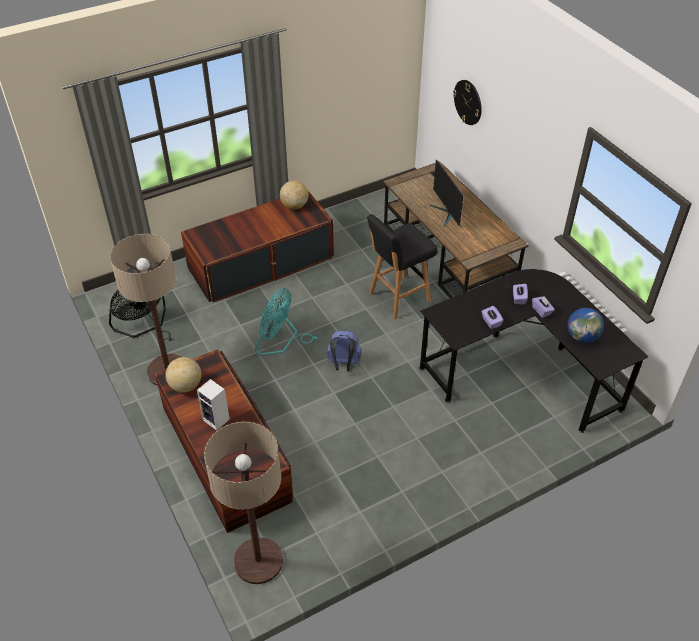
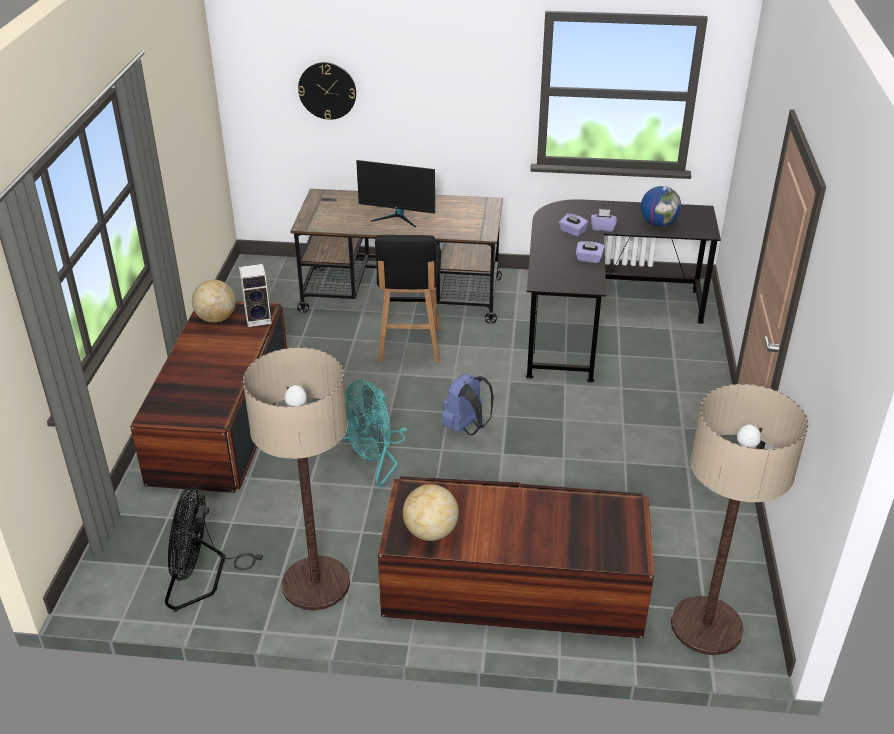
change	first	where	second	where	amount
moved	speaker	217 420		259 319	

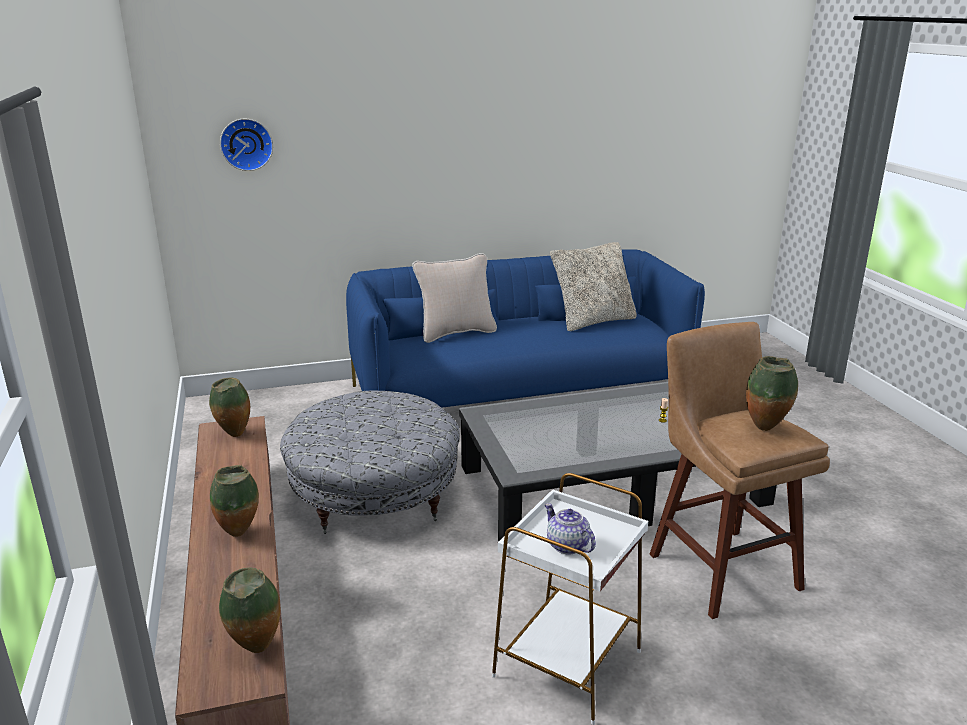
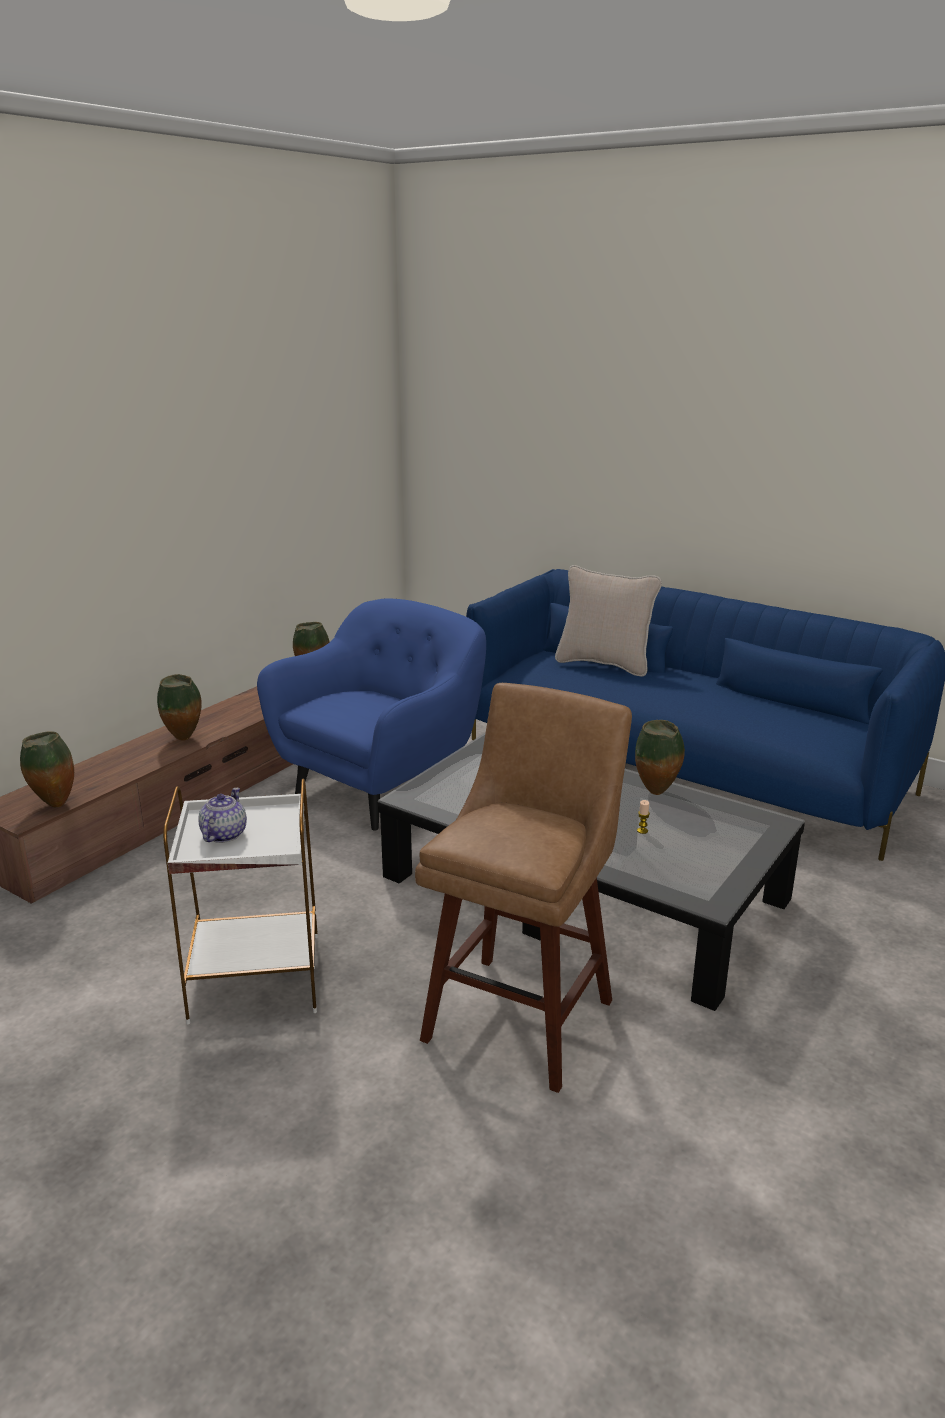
change	first	where	second	where	amount
replaced	grey ottoman	375 496	blue armchair	382 785	
moved	vase	766 429		656 793	
removed	wall clock	246 144			
removed	beige pillow	593 319			

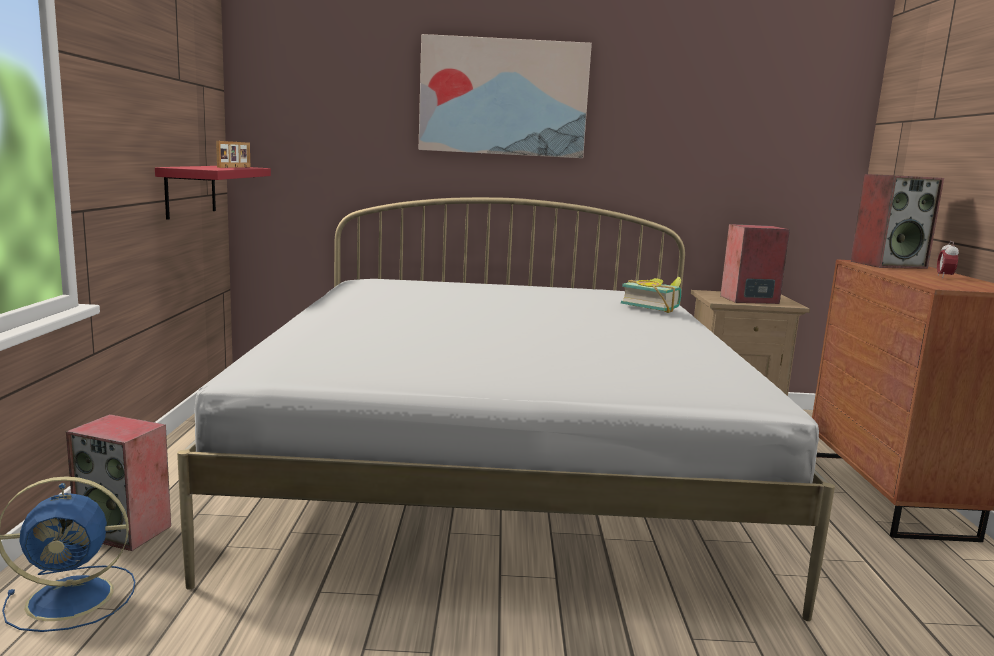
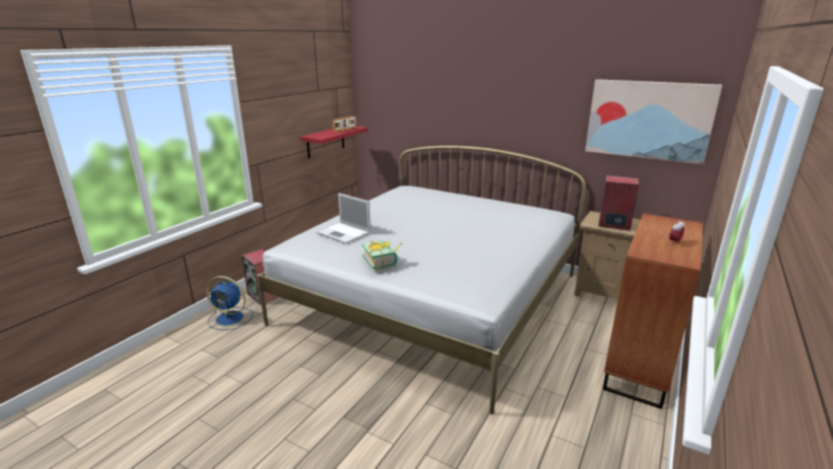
change	first	where	second	where	amount
added			laptop	344 233	
moved	book	652 307		383 261	
moved	picture	503 97		648 120	
removed	speaker	888 265			

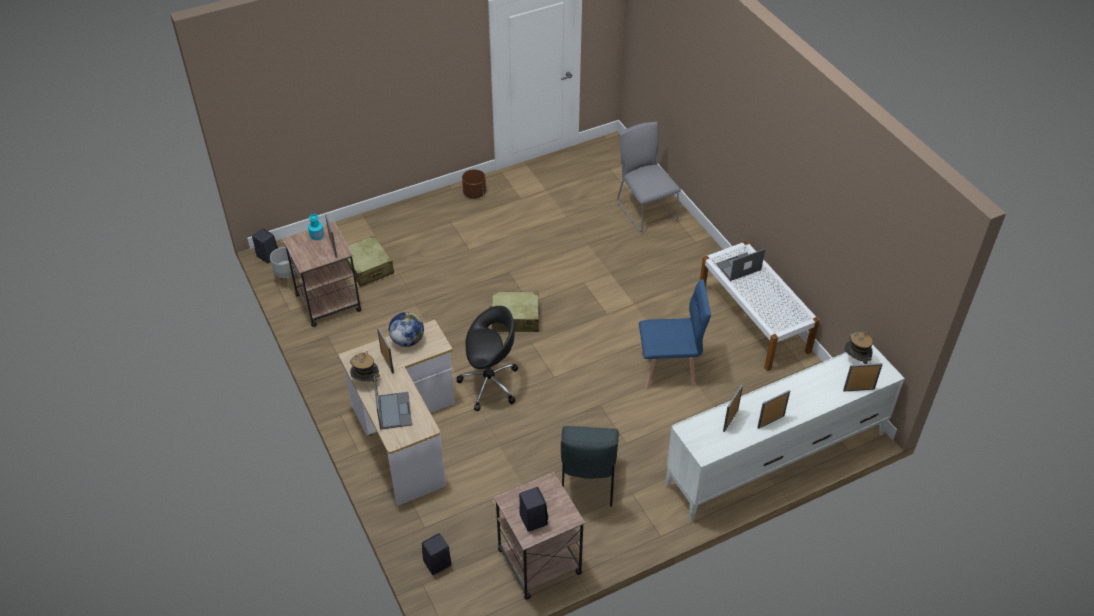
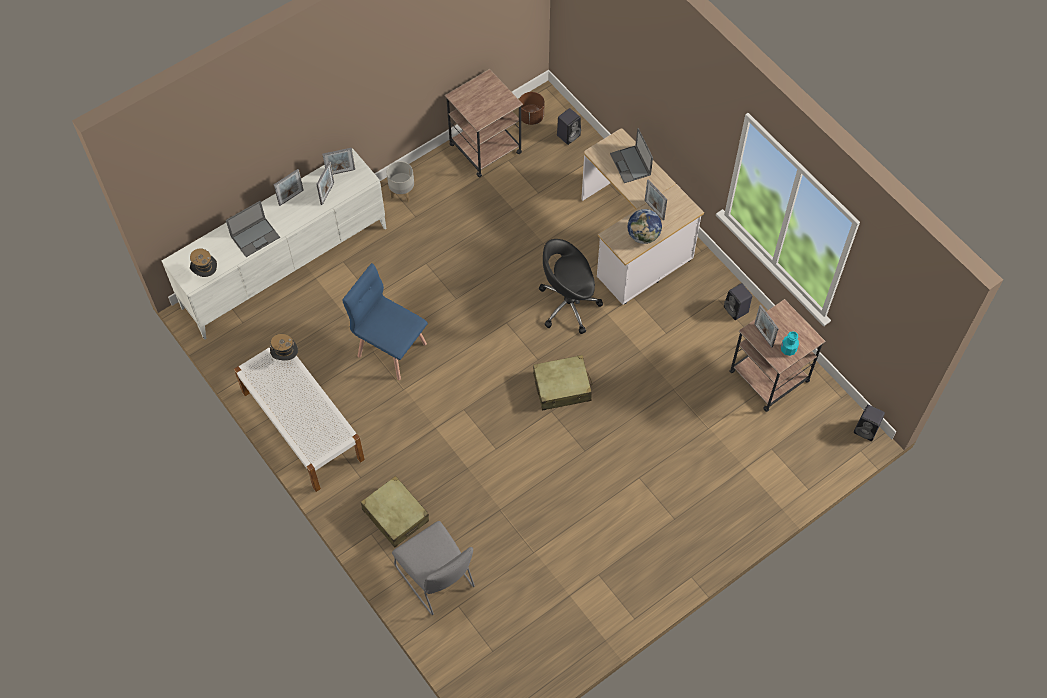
change	first	where	second	where	amount
moved	laptop	738 267		255 236	
moved	hat	366 381		285 356	
moved	picture frame	858 389		340 172	
turned	blue chair	668 369		391 349	45 degrees clockwise
moved	beige suitcase	368 268		395 515	
moved	grey planter	288 280		402 192	
moved	brown planter	474 193		531 117	
moved	black speaker	532 519		736 310	
removed	grey chair	587 483			

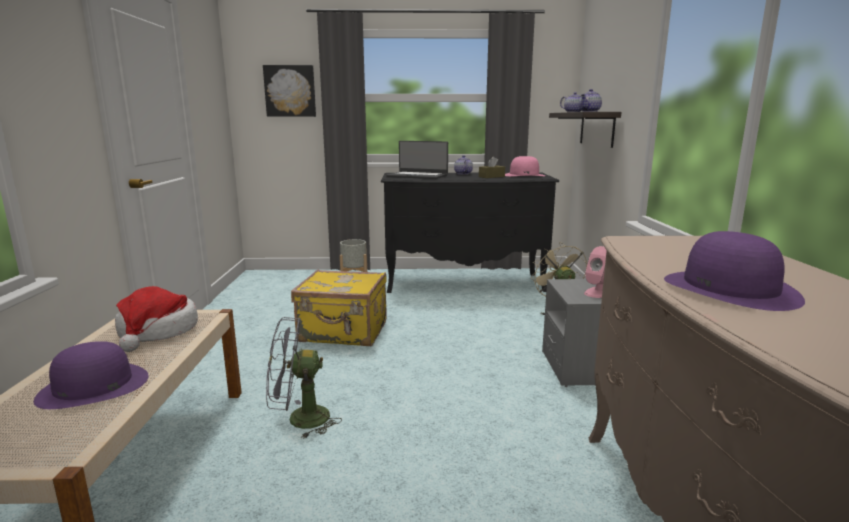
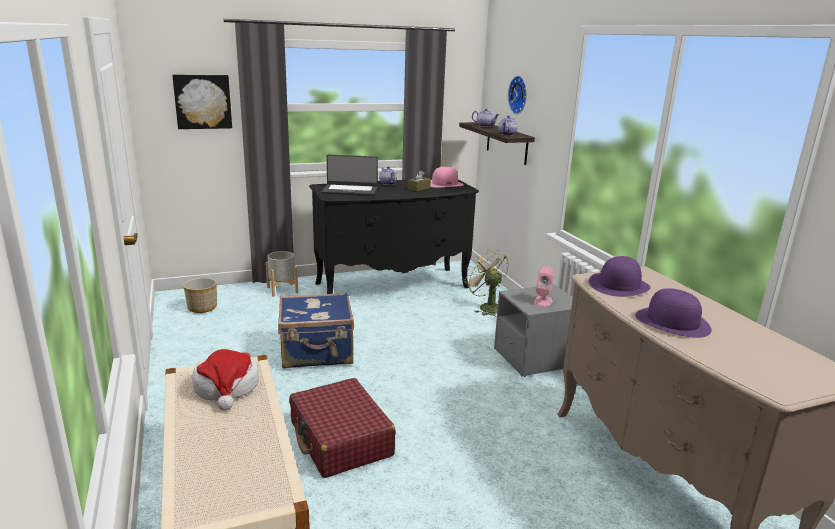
change	first	where	second	where	amount
added			planter	202 307	
recoloured	yellow suitcase	343 332	blue suitcase	317 353	
replaced	grey fan	299 420	red suitcase	340 439	
added			wall clock	519 95	
moved	purple hat	93 387		619 285	

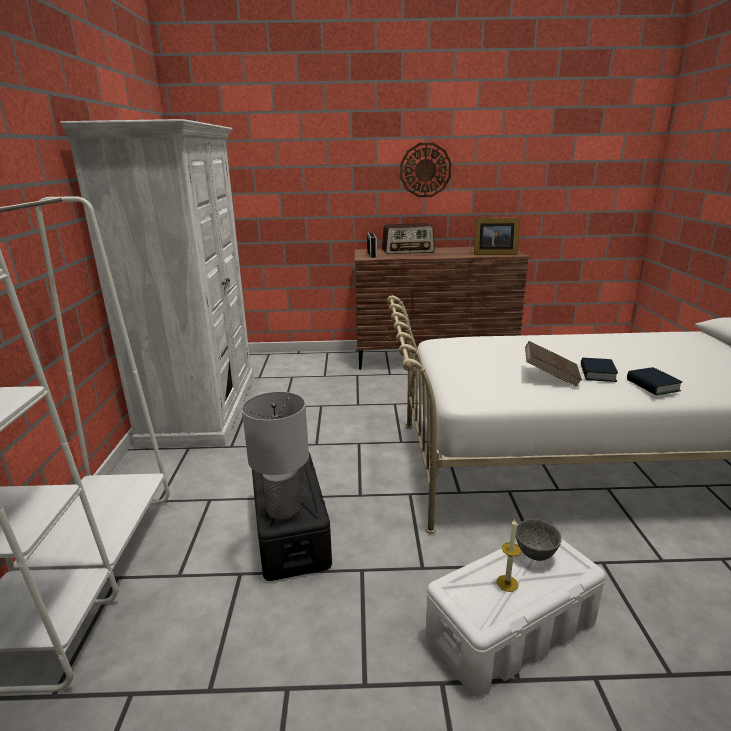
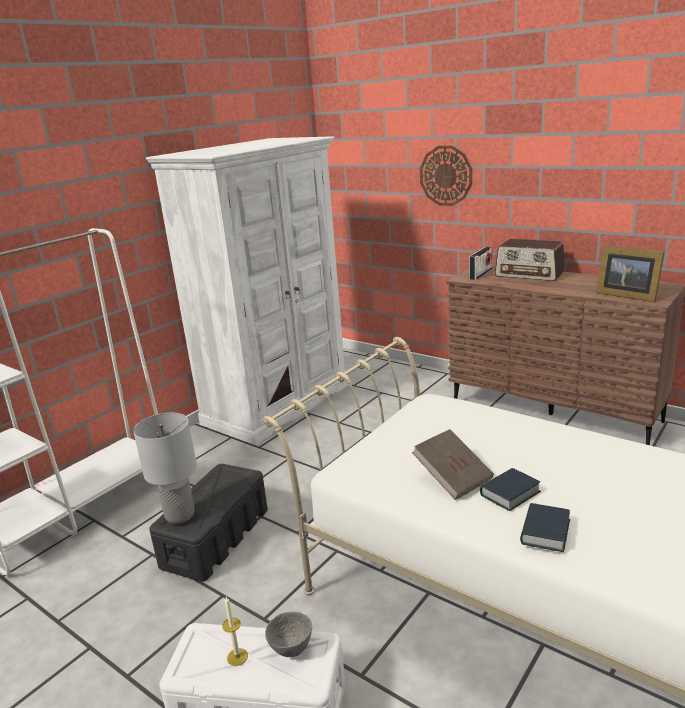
change	first	where	second	where	amount
moved	wall clock	425 170		446 176	

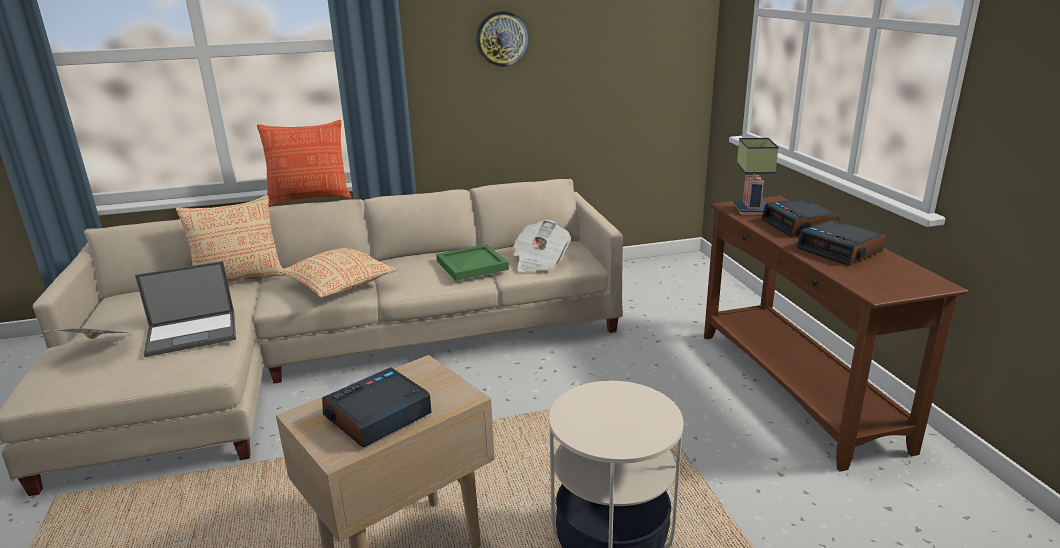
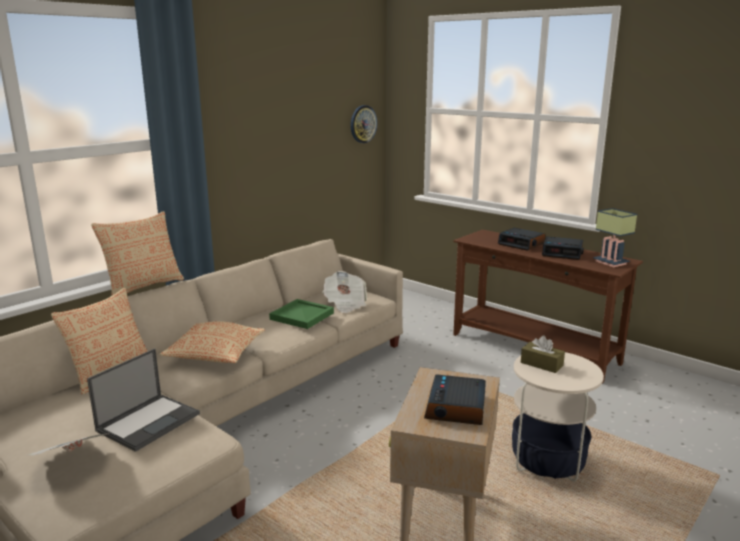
change	first	where	second	where	amount
recoloured	orange pillow	310 199	beige pillow	144 287	
moved	wall clock	502 39		363 124	
added			brown tissue box	541 364	
moved	table lamp	749 209		608 262	

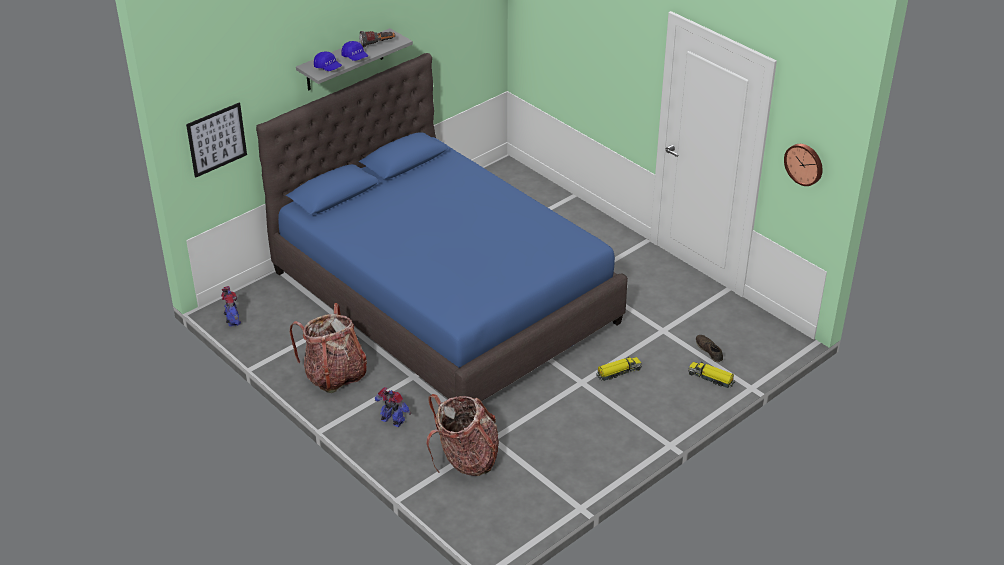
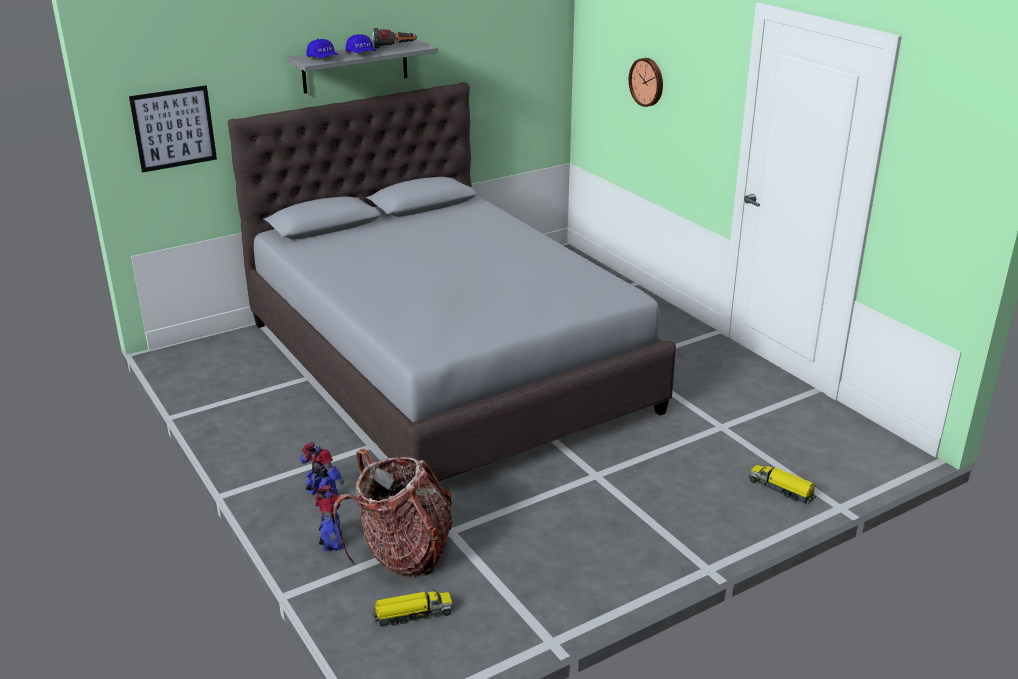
change	first	where	second	where	amount
recoloured	blue bed	444 296	grey bed	446 365	
moved	toy robot	232 320		331 541	
moved	toy truck	618 372		412 614	
moved	wall clock	804 163		647 82	
removed	backpack	334 375			
removed	brown shoe	709 350			

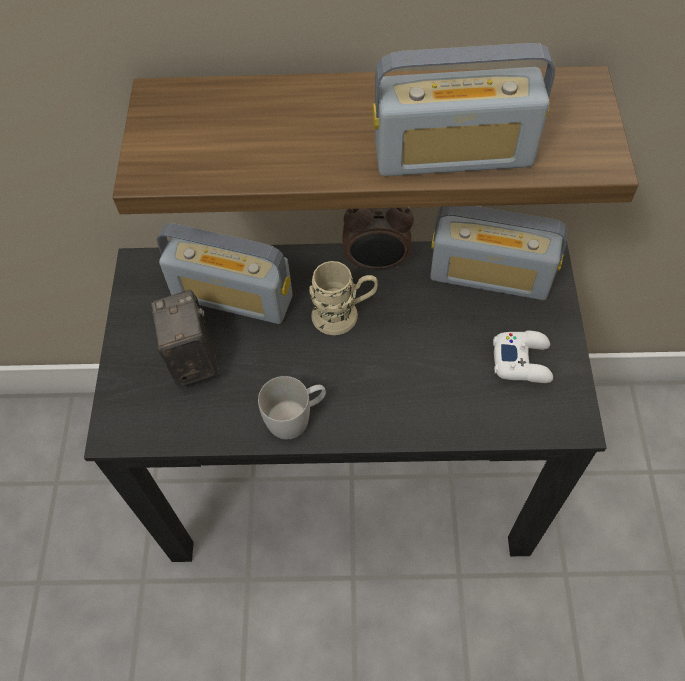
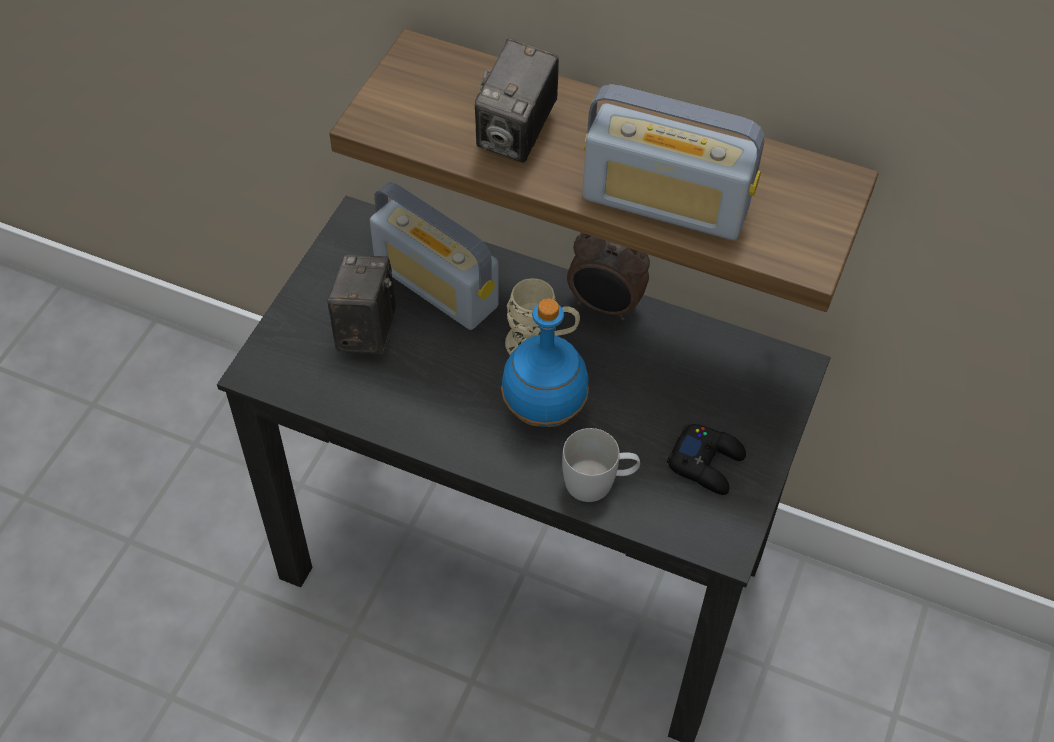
change	first	where	second	where	amount
added			photo camera	516 135	
added			blue bottle	545 412	
moved	white mug	296 417		599 482	
recoloured	white game controller	522 361	black game controller	706 463	
removed	radio	490 276			

